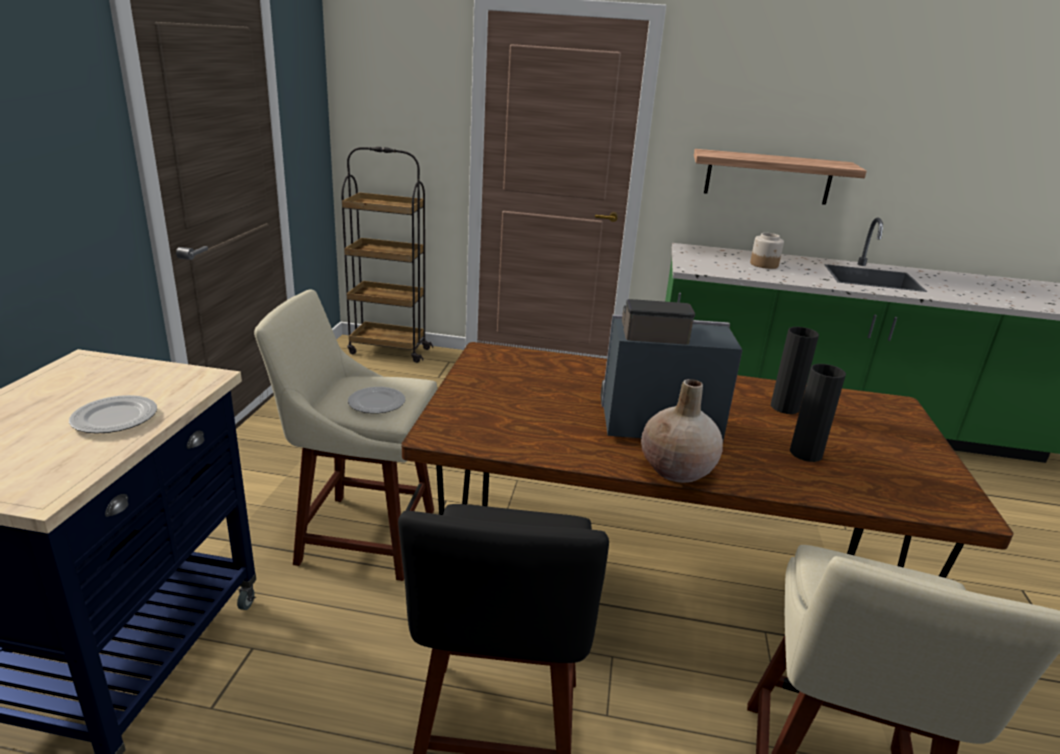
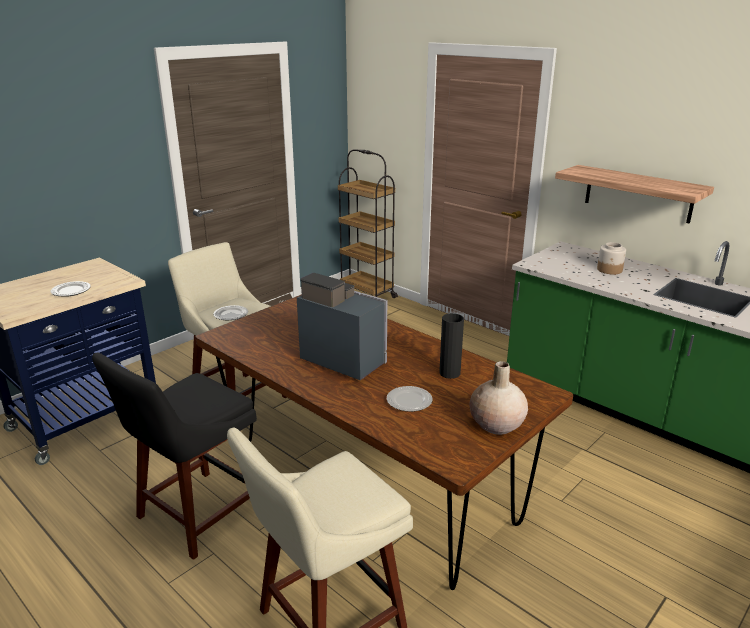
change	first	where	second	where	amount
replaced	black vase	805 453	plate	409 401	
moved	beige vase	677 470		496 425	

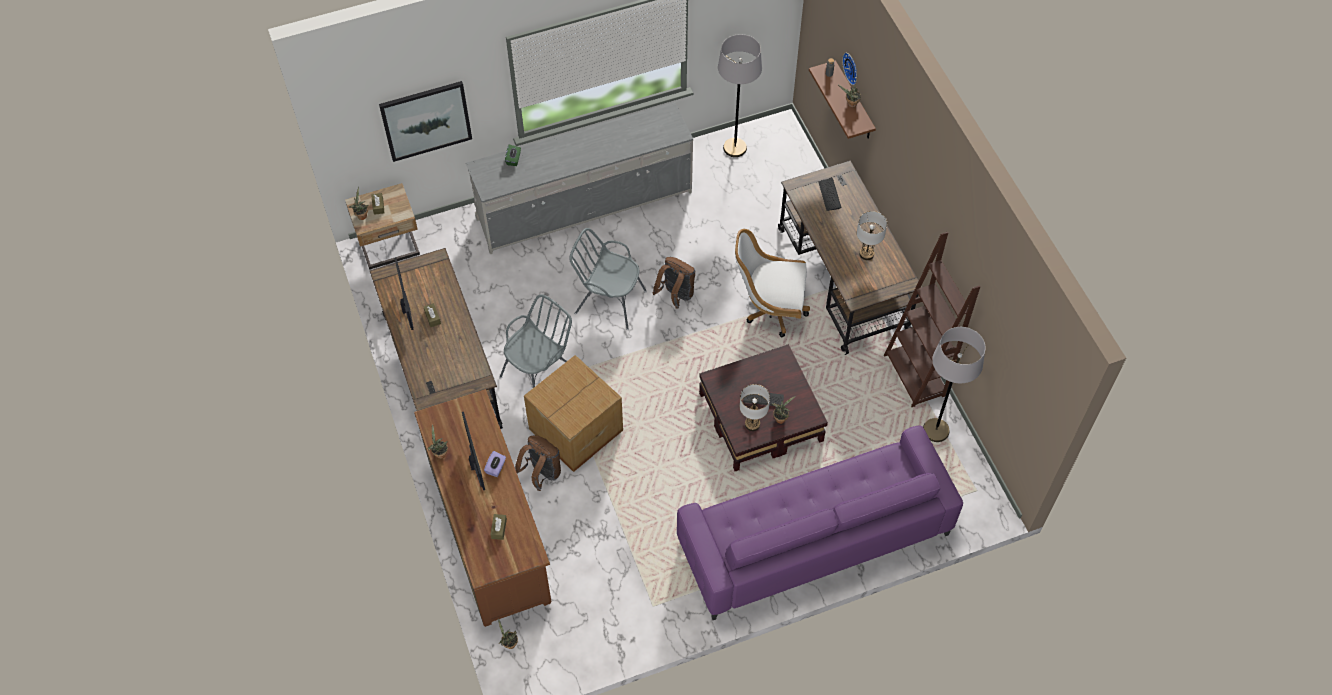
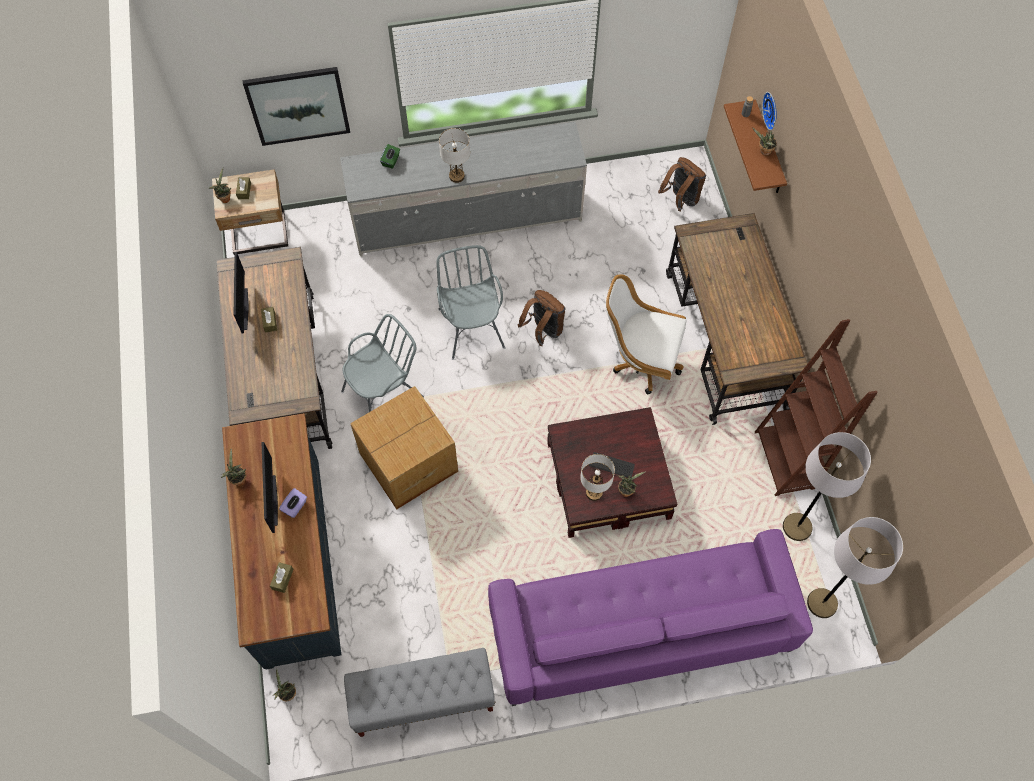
change	first	where	second	where	amount
recoloured	brown dresser	489 531	blue dresser	294 561	
added			grey bench	423 699	
turned	grey chair	608 300		471 325	45 degrees clockwise
moved	table lamp	867 254		457 176	
moved	brown backpack	541 474		680 200	
moved	grey floor lamp	735 148		822 603	
removed	keyboard	829 195			

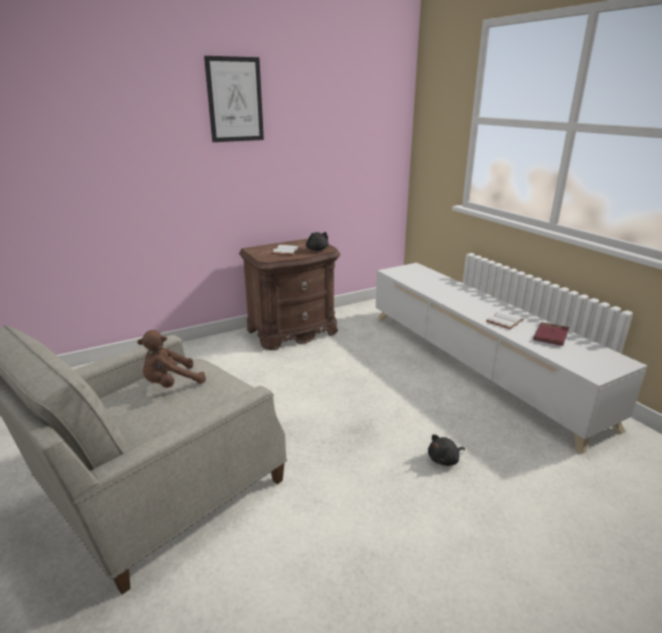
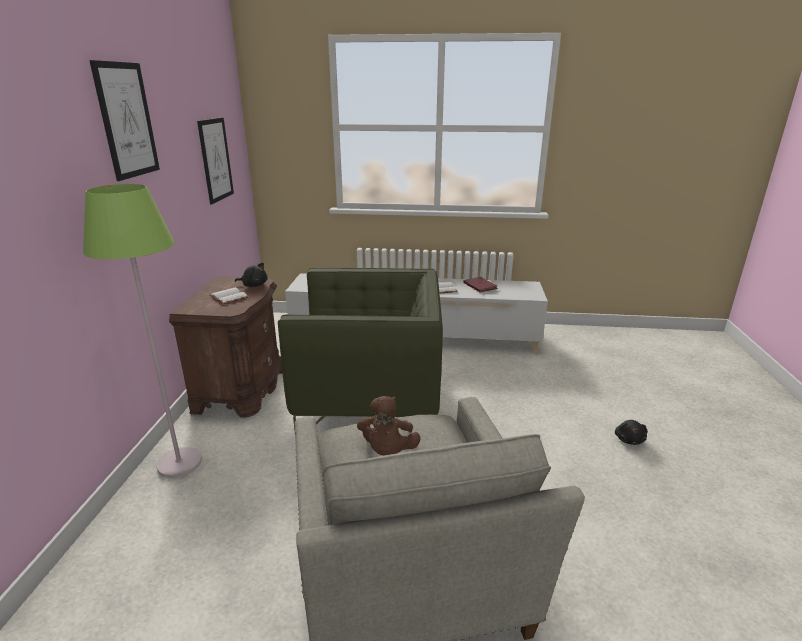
change	first	where	second	where	amount
added			green floor lamp	179 463	
added			picture	216 160	
added			green armchair	370 401	
moved	black plush toy	444 460		629 439	

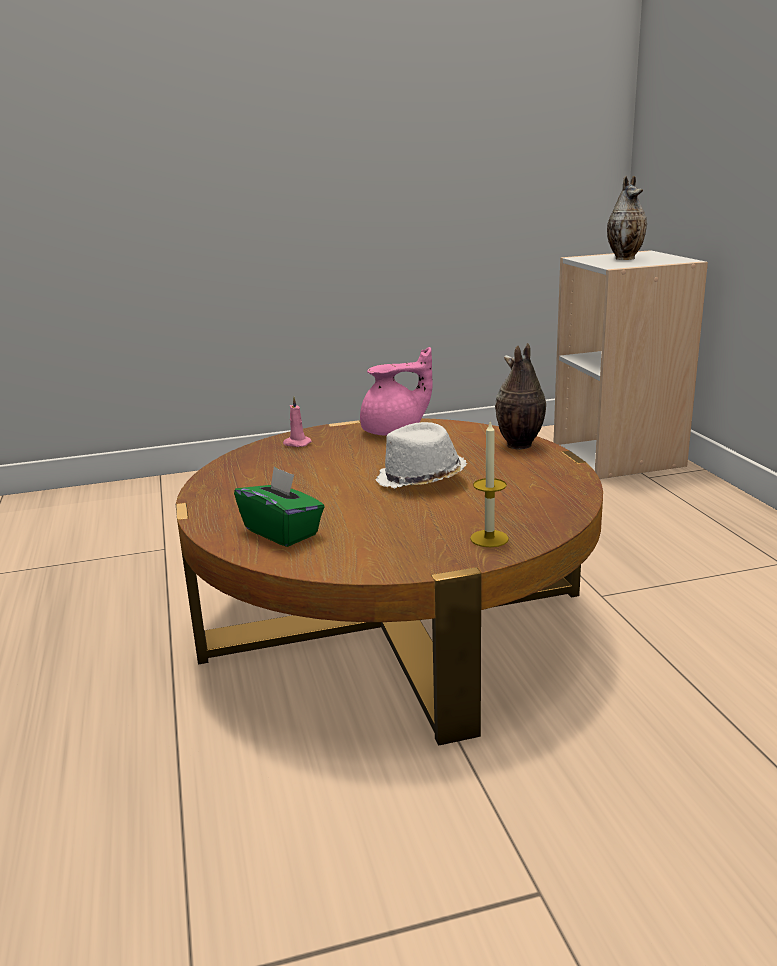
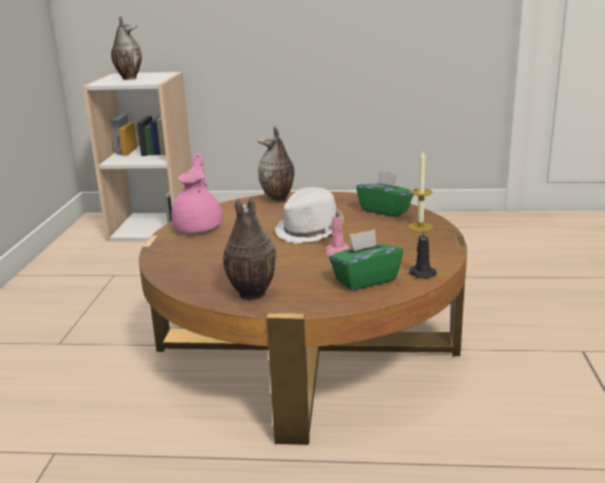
change	first	where	second	where	amount
added			vase	251 295	
moved	pink candle	296 443		336 251	
added			green tissue box	385 210	
added			black candle	421 273	

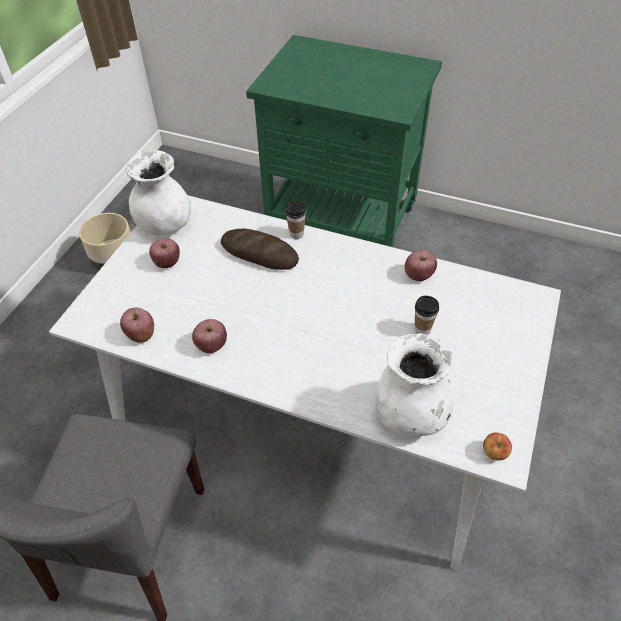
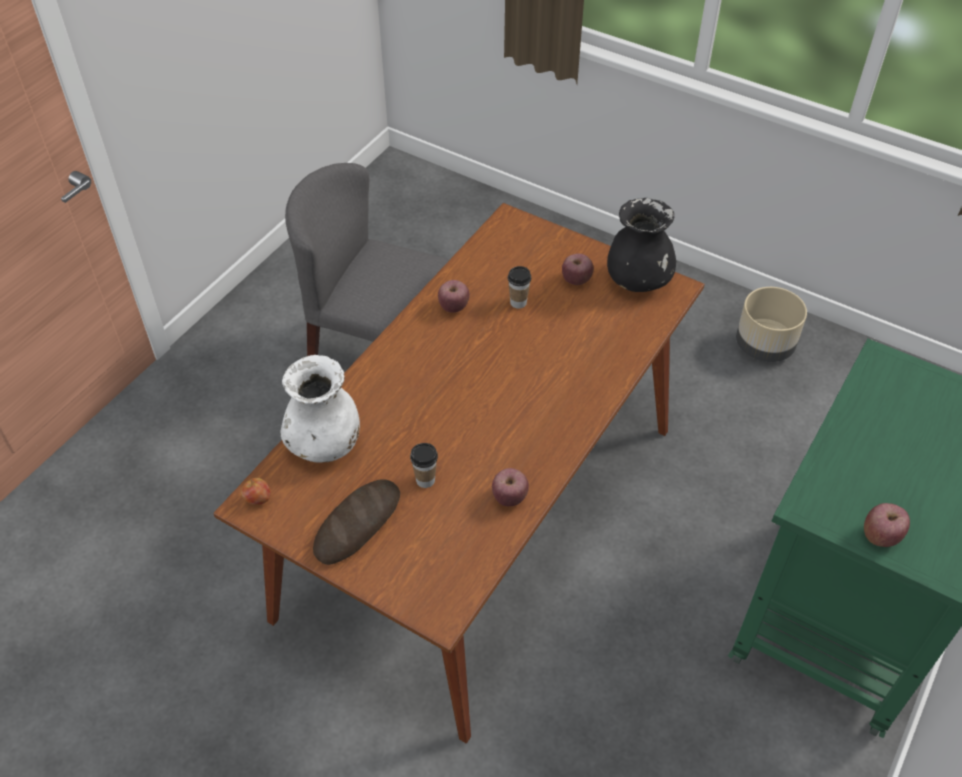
change	first	where	second	where	amount
recoloured	white dining table	313 420	brown dining table	481 522	
moved	bread	259 253		358 524	
moved	cup	296 234		518 302	
recoloured	white vase	164 225	black vase	638 280	
moved	apple	141 334		880 536	

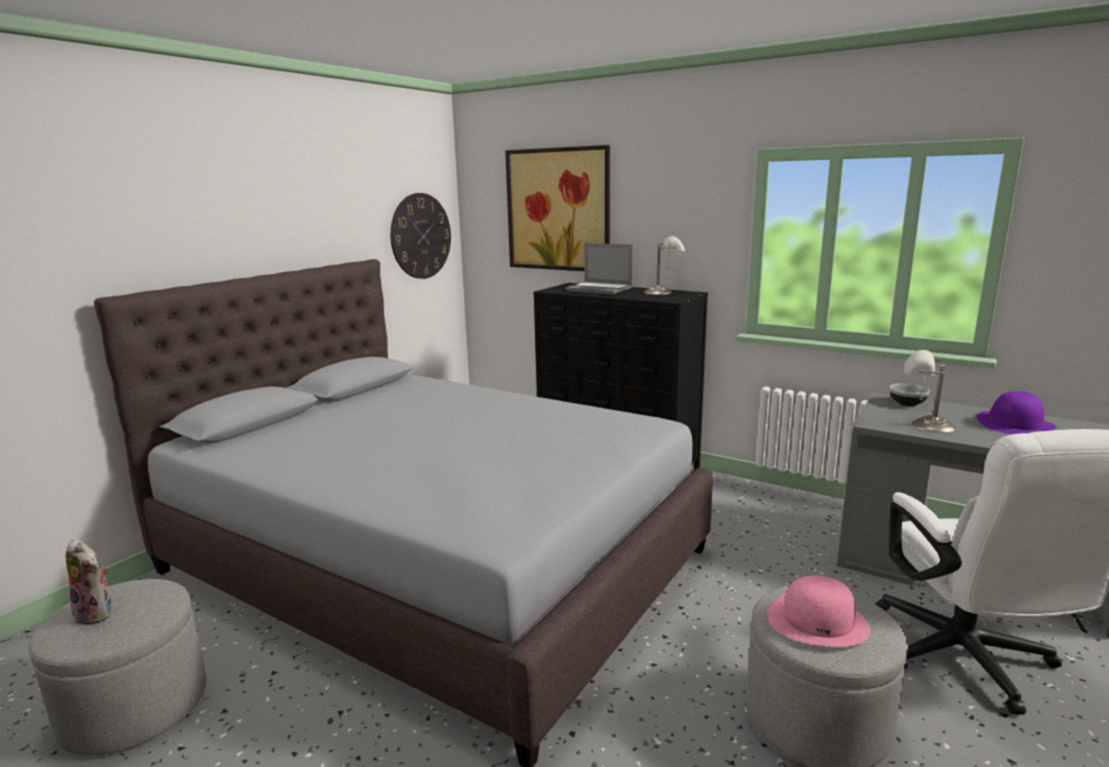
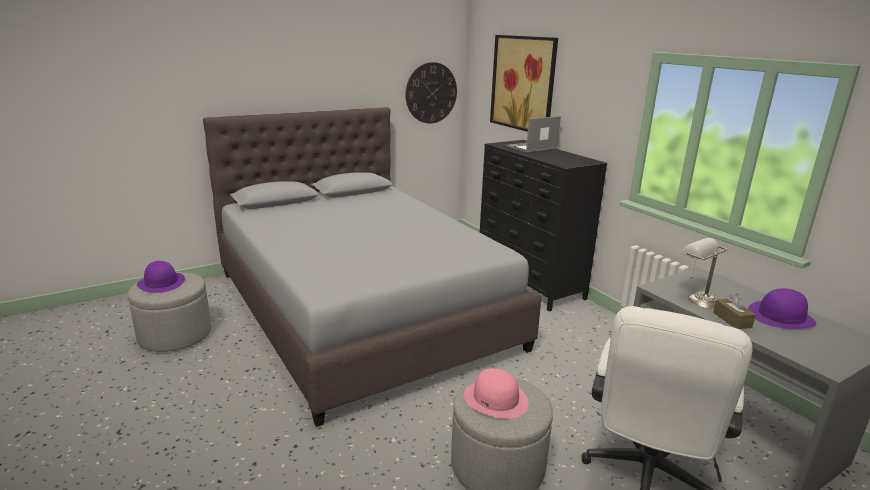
change	first	where	second	where	amount
replaced	plush toy	98 613	purple hat	161 282	
turned	laptop	600 290		532 149	90 degrees clockwise
added			brown tissue box	732 320	
removed	white table lamp	664 292			
removed	bowl	907 403			

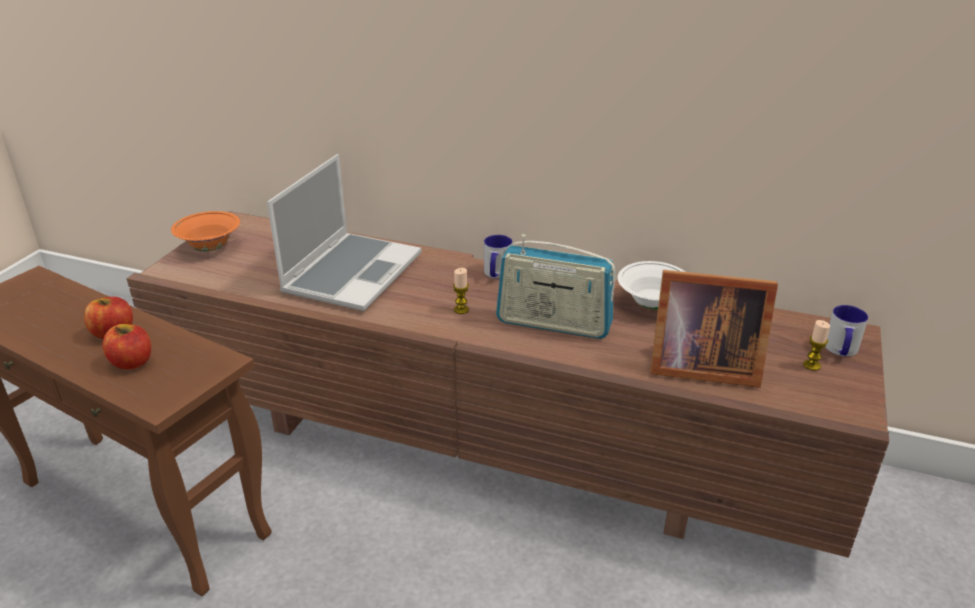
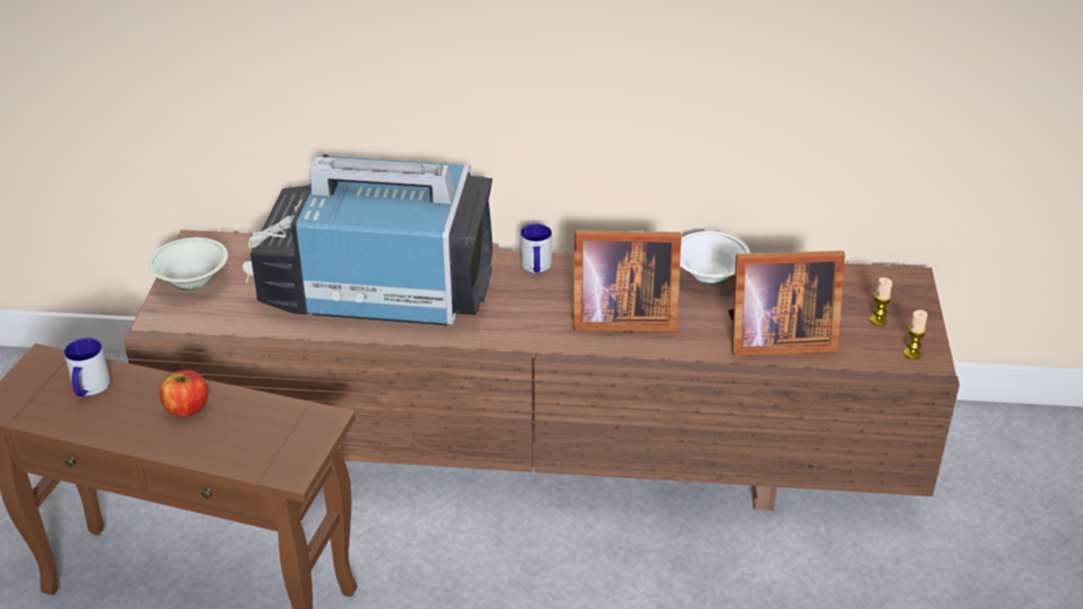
change	first	where	second	where	amount
moved	mug	841 351		89 388	
recoloured	orange bowl	210 248	white bowl	192 283	
replaced	laptop	352 272	television	377 290	
replaced	radio	553 324	picture frame	619 316	
moved	candle	461 310		912 354	
removed	apple	132 362			

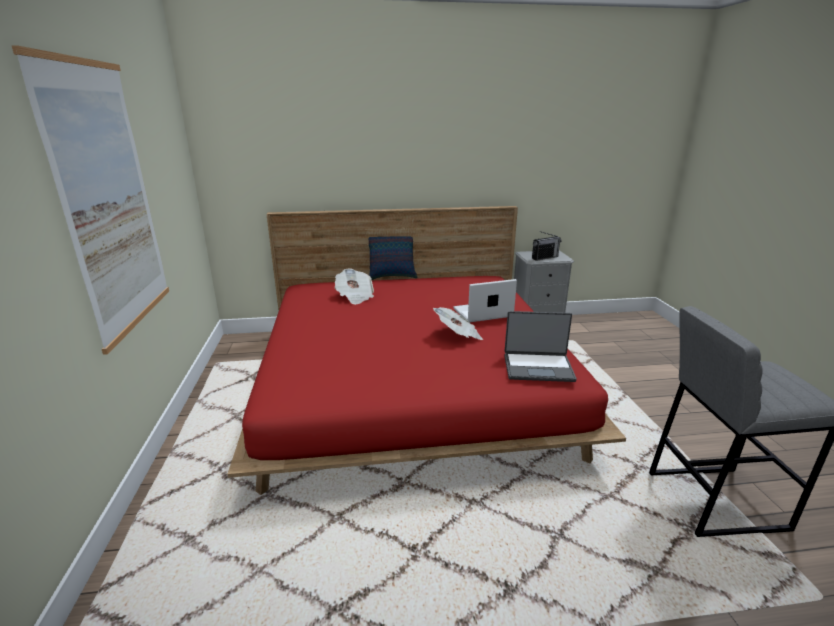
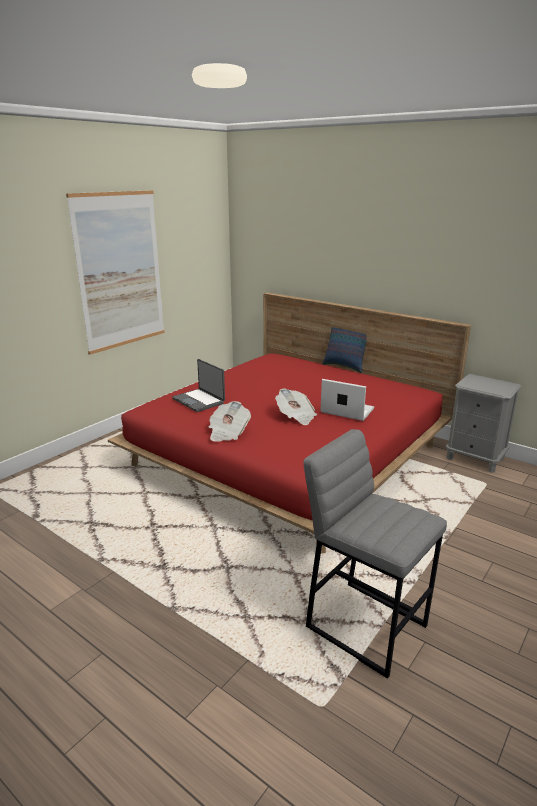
change	first	where	second	where	amount
moved	laptop	538 367		199 401	
moved	newspaper	355 296		228 433	
removed	radio	544 257			

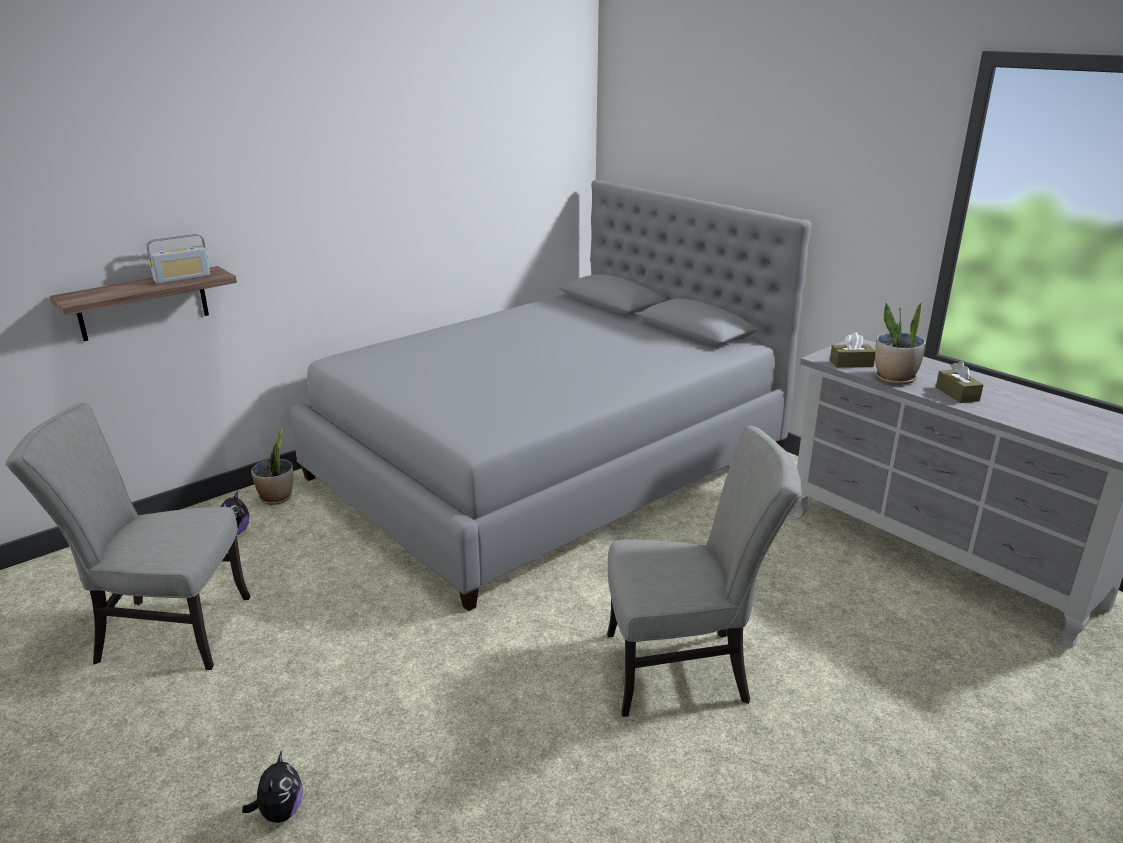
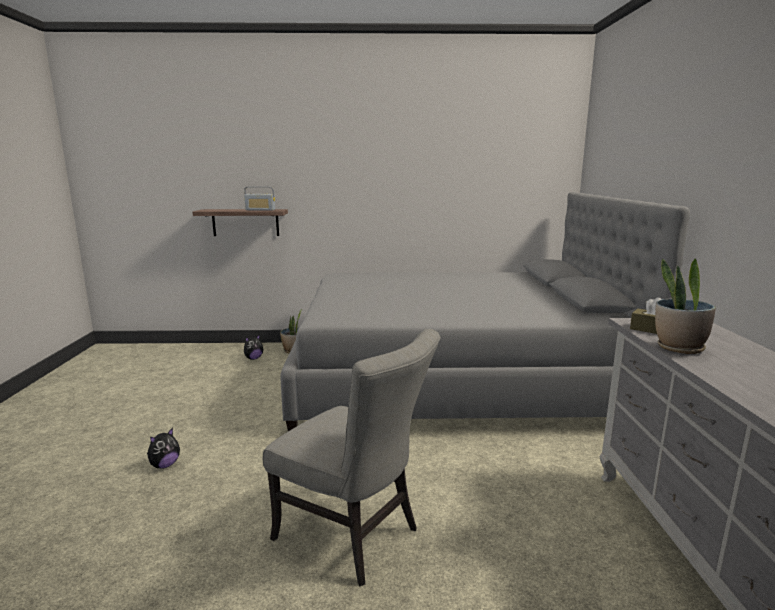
change	first	where	second	where	amount
moved	plush toy	280 812		164 465	
removed	grey chair	164 631			
removed	brown tissue box	957 394			

